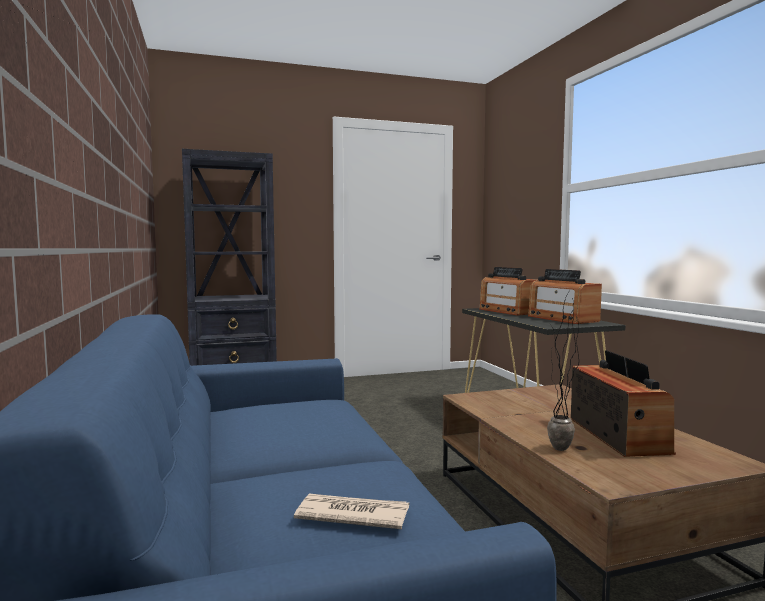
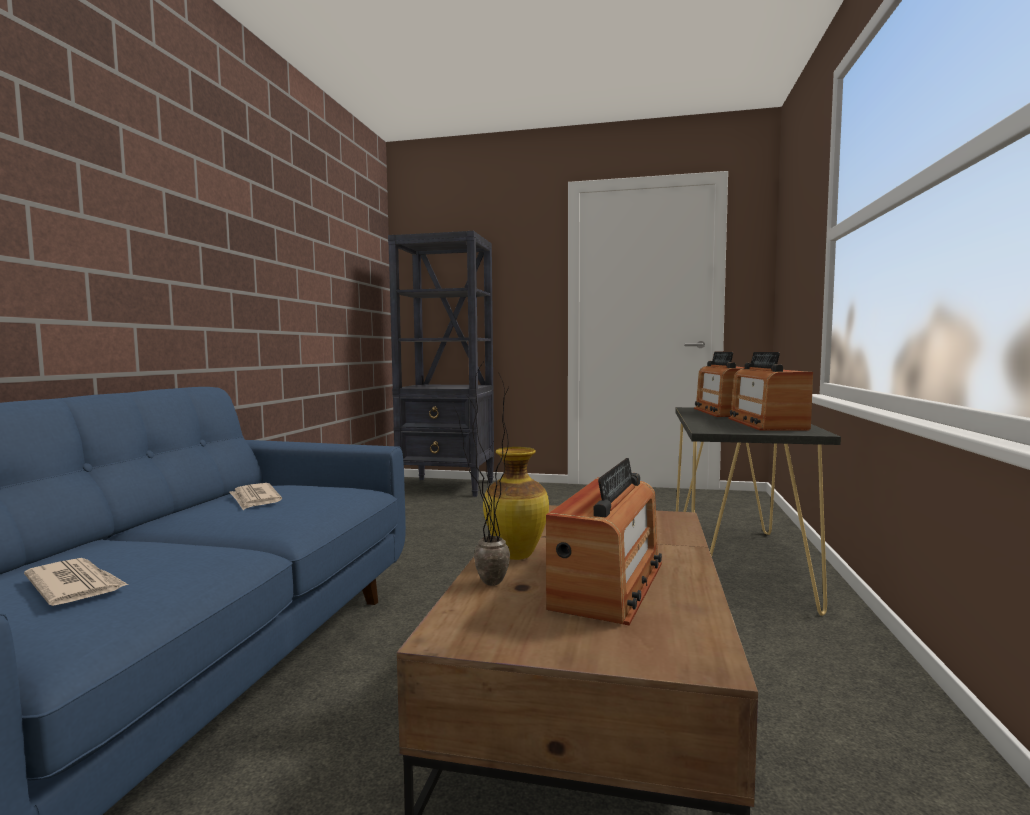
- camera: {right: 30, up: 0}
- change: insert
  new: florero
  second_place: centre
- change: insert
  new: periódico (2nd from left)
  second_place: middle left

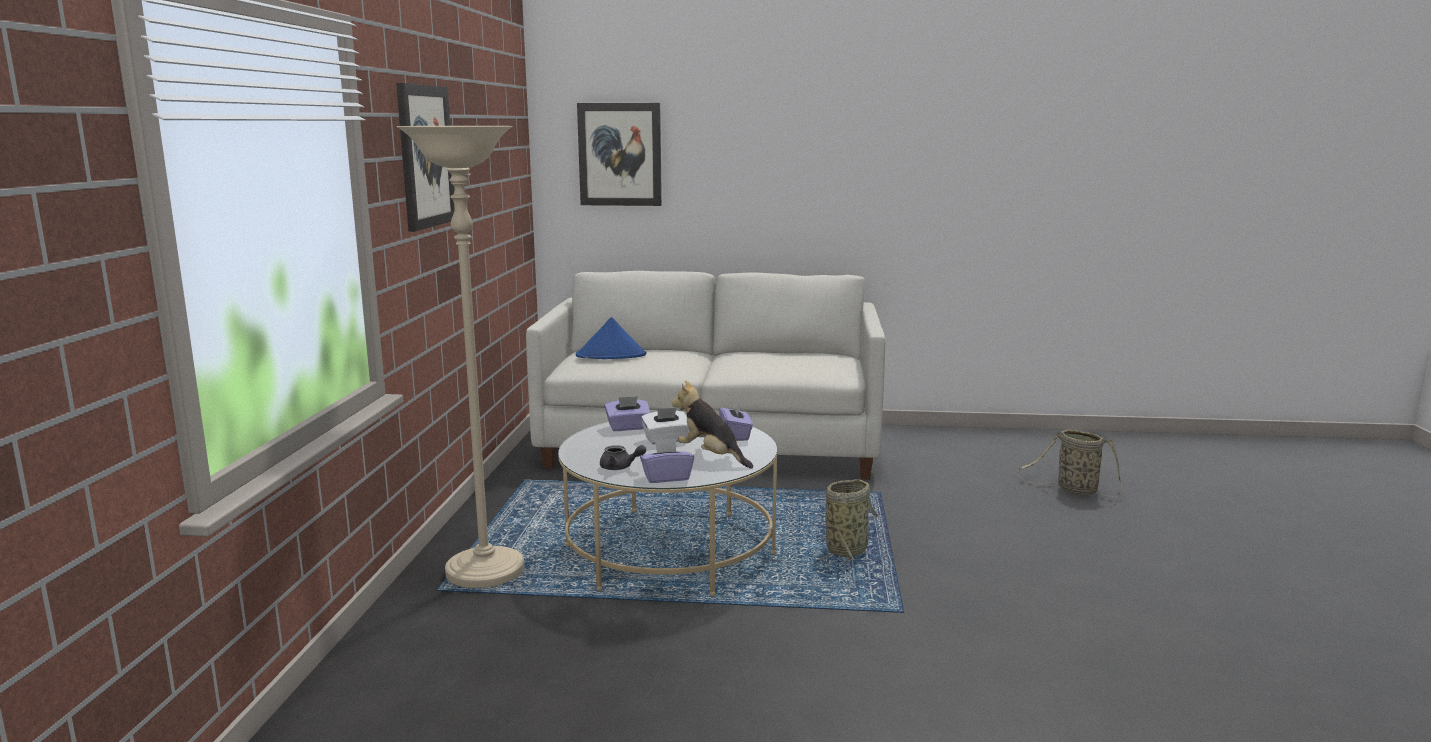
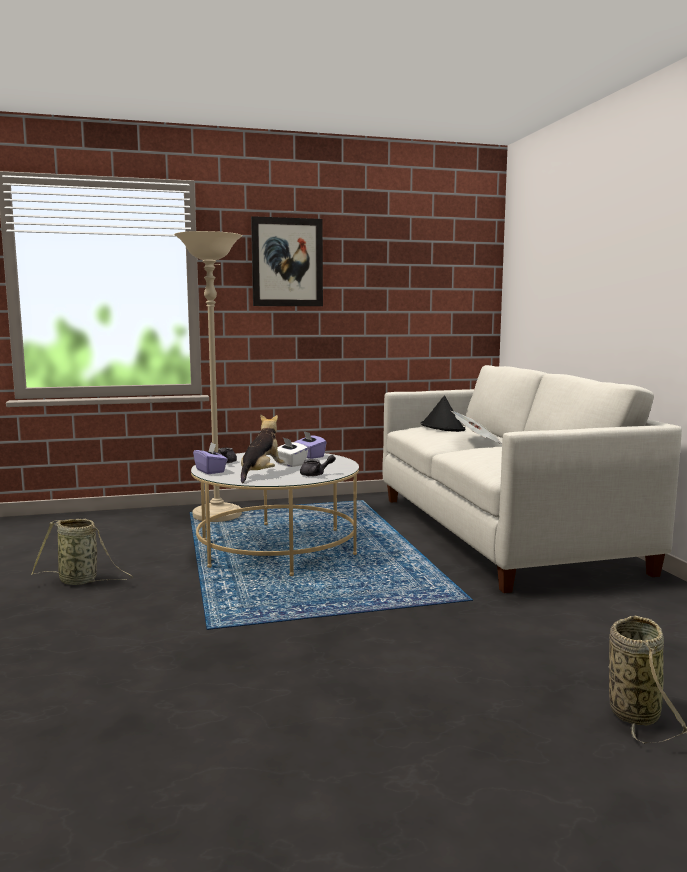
- camera: {right: 70, up: -5}
- change: delete
  old: cuadro (2nd from left)
  first_place: top centre
- change: recolor
  old: sombrero/azul
  new: sombrero/negro
  first_place: centre
  second_place: centre
- change: replace
  old: caja de pañuelos/morado (3rd from left)
  new: tetera/gris (2nd from left)
  first_place: centre
  second_place: centre
- change: move
  old: cesta (1st from left)
  first_place: bottom centre
  second_place: middle left
- change: insert
  new: periódico
  second_place: middle right

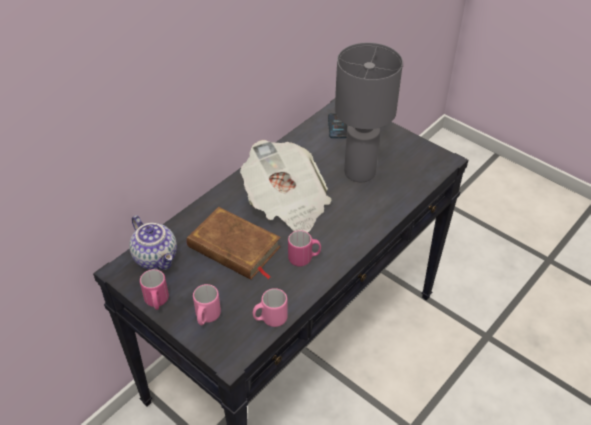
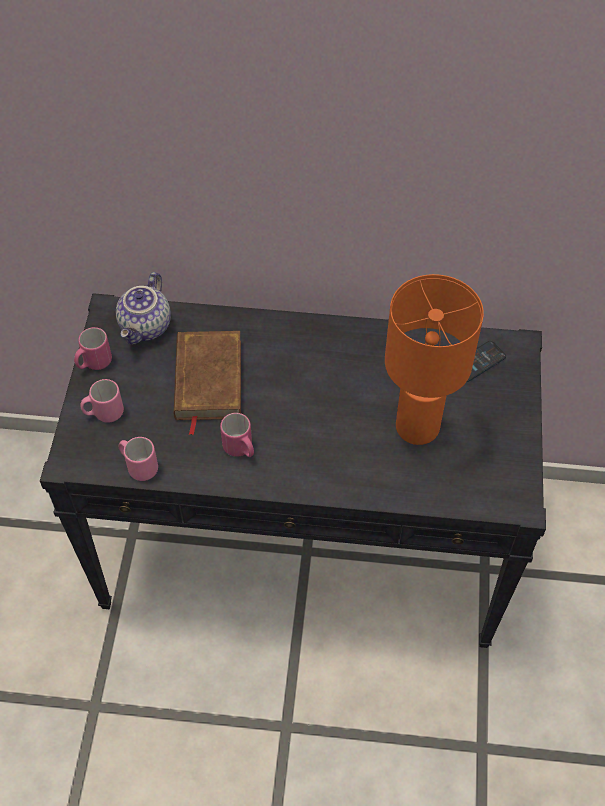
- camera: {right: 55, up: 10}
- change: recolor
  old: lámpara de mesa/gris
  new: lámpara de mesa/naranja
  first_place: top centre
  second_place: middle right
- change: delete
  old: periódico
  first_place: centre

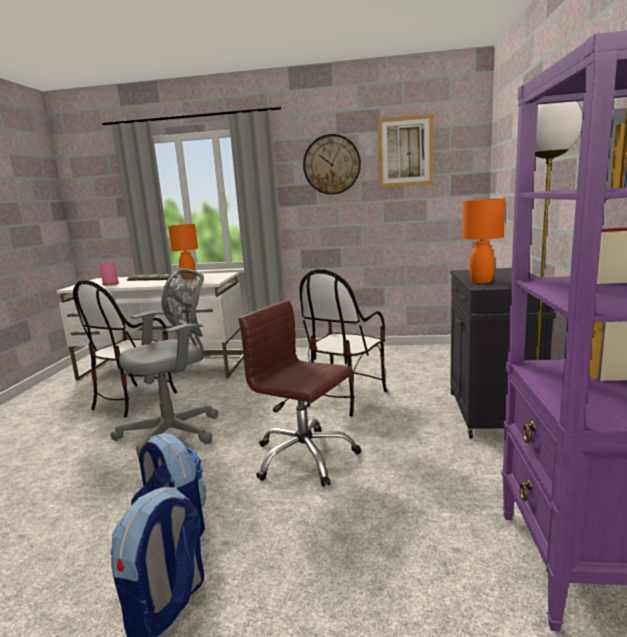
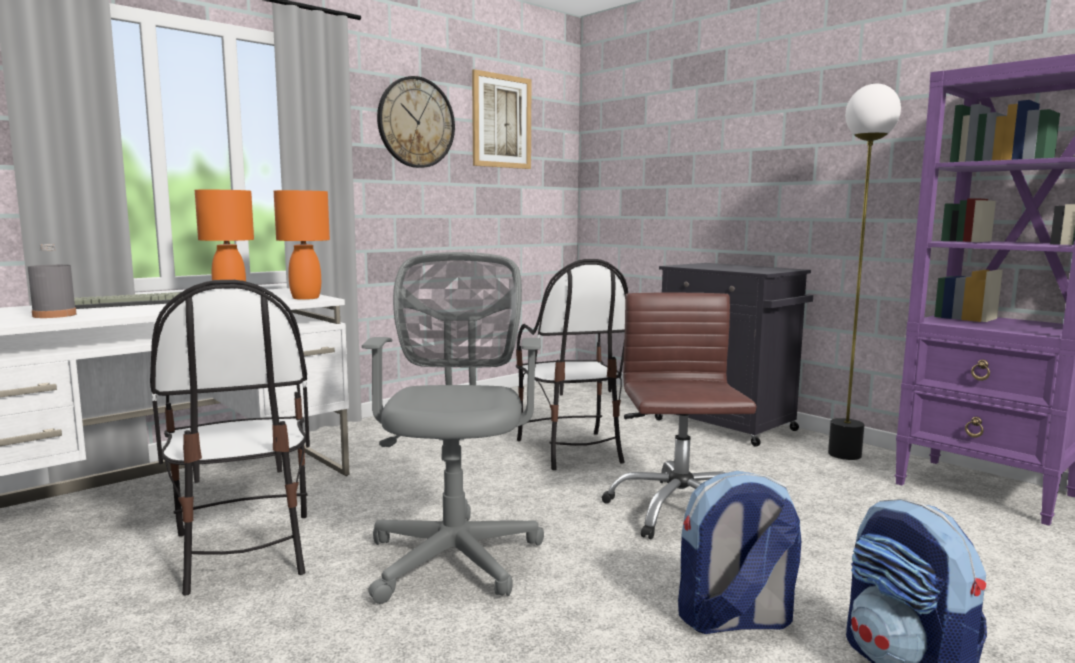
- camera: {right: -50, up: -5}
- change: move
  old: lámpara de mesa/naranja (2nd from left)
  first_place: middle right
  second_place: middle left
- change: recolor
  old: botella/rosa
  new: botella/gris
  first_place: middle left
  second_place: middle left
- change: rotate
  old: silla de oficina/marrón
  first_place: centre
  second_place: centre
  degrees: 105

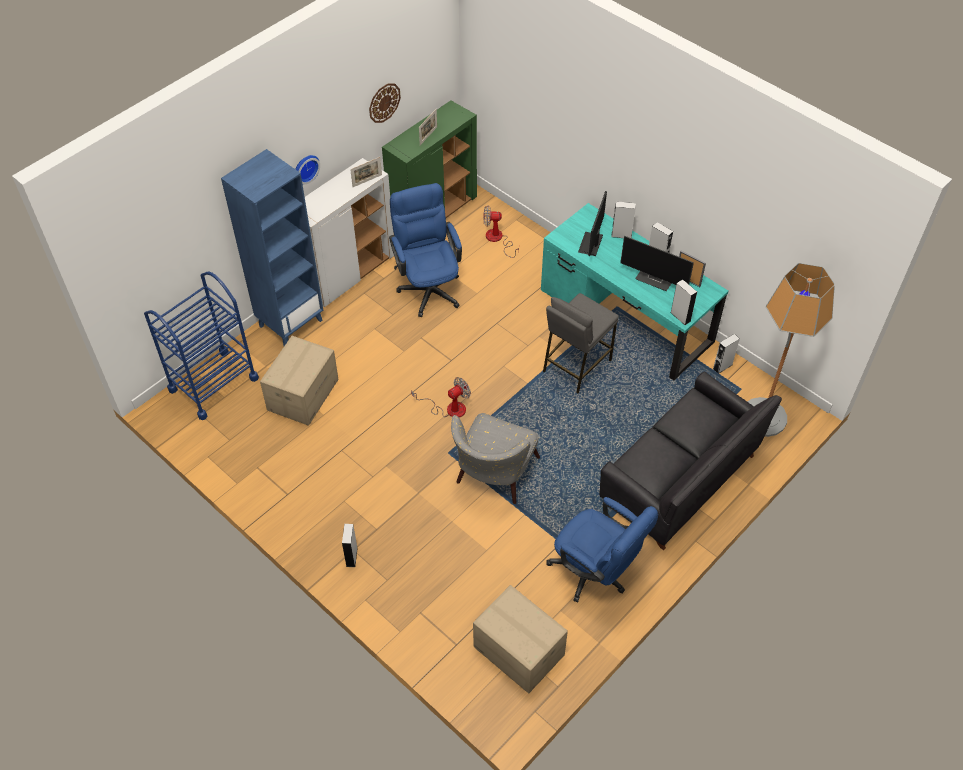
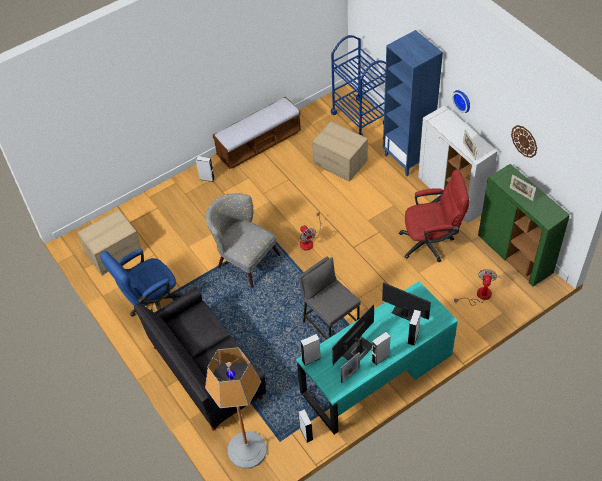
- camera: {right: 105, up: 0}
- change: recolor
  old: silla de oficina/azul (1st from left)
  new: silla de oficina/rojo
  first_place: top centre
  second_place: middle right
- change: insert
  new: banco
  second_place: top centre

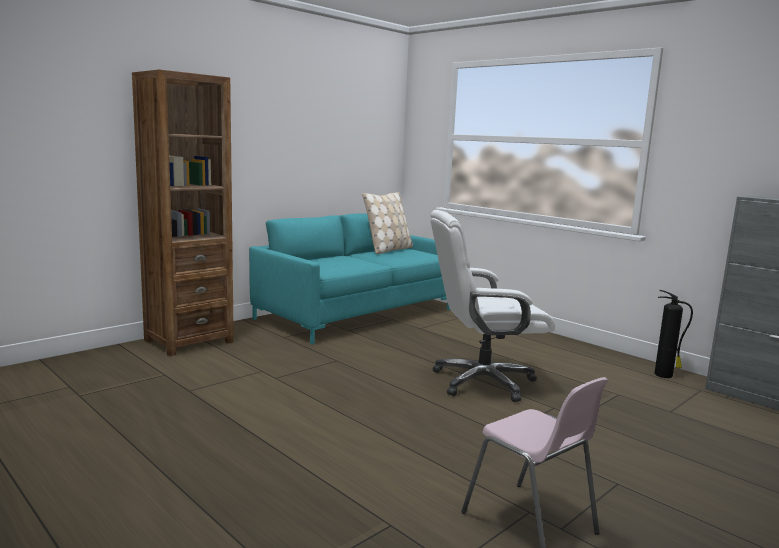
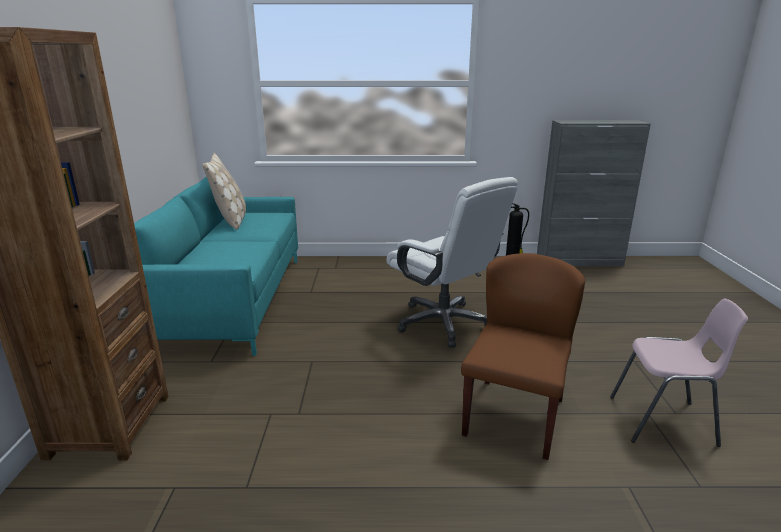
- camera: {right: -45, up: 10}
- change: rotate
  old: silla de oficina/blanco
  first_place: centre
  second_place: centre
  degrees: -75
- change: insert
  new: silla/marrón
  second_place: bottom right

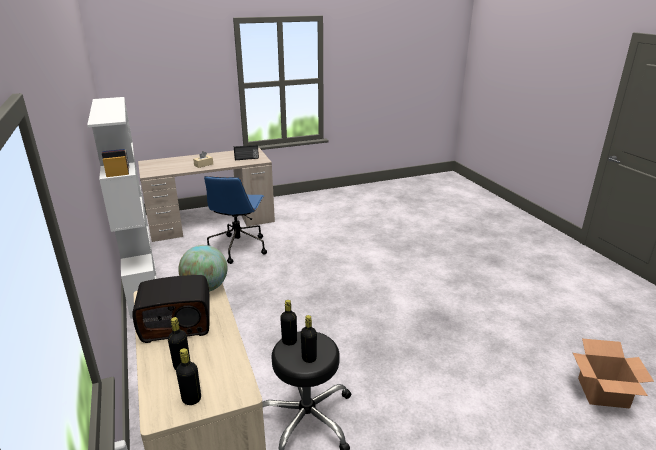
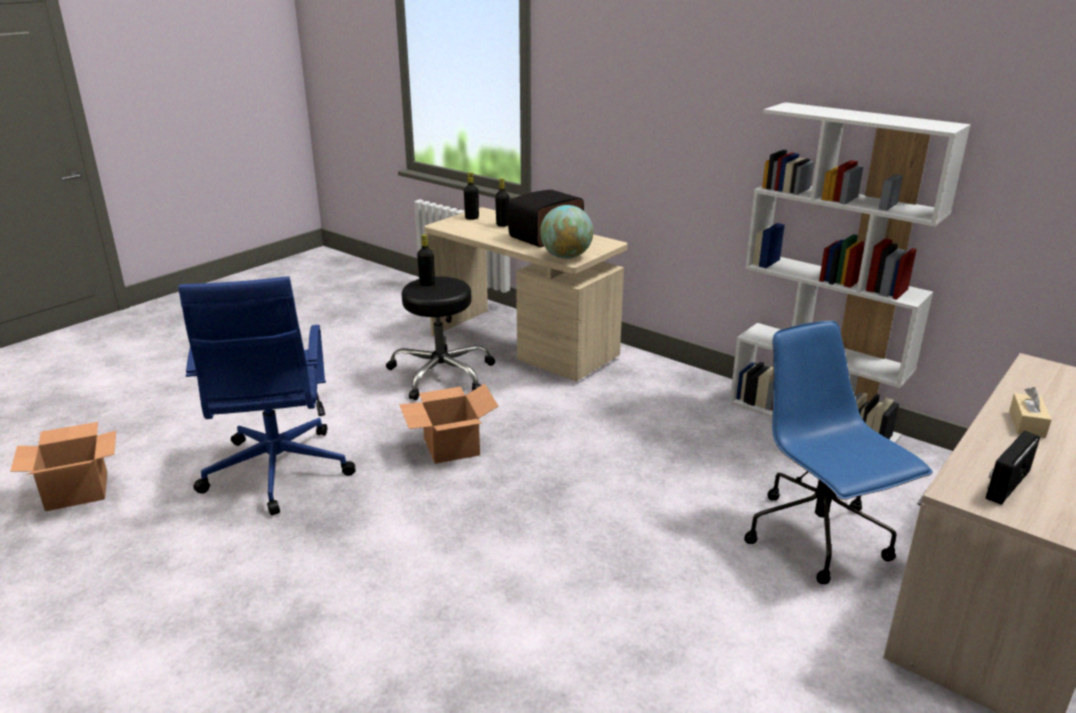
- camera: {right: 150, up: 0}
- change: delete
  old: botella/negro (3rd from left)
  first_place: bottom centre
- change: insert
  new: silla de oficina/azul (1st from left)
  second_place: middle left
- change: insert
  new: caja de cartón (2nd from left)
  second_place: centre

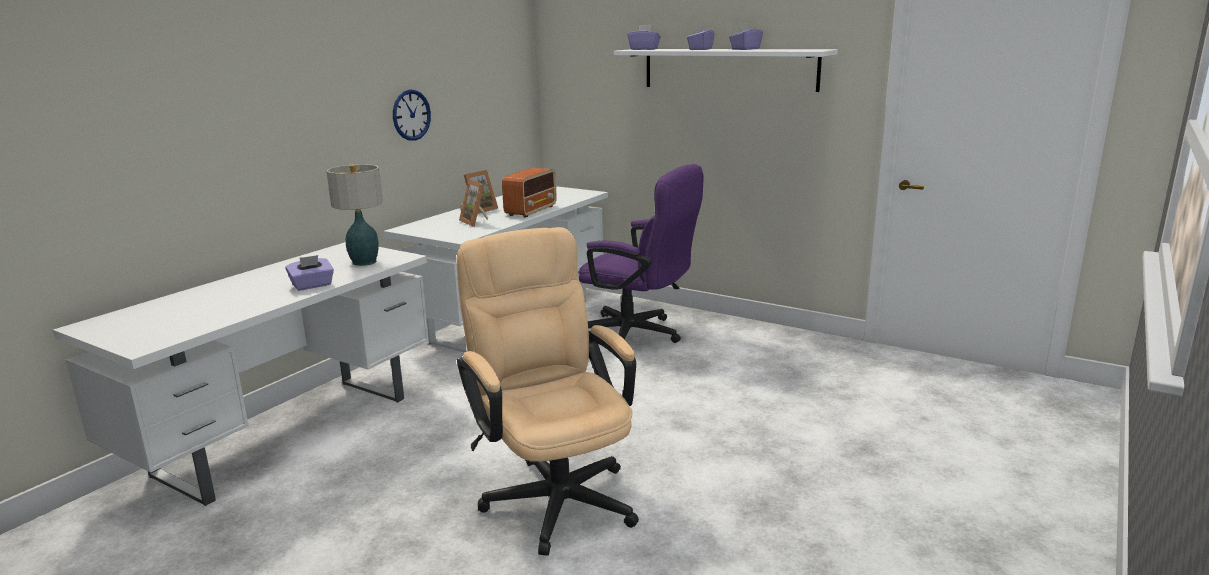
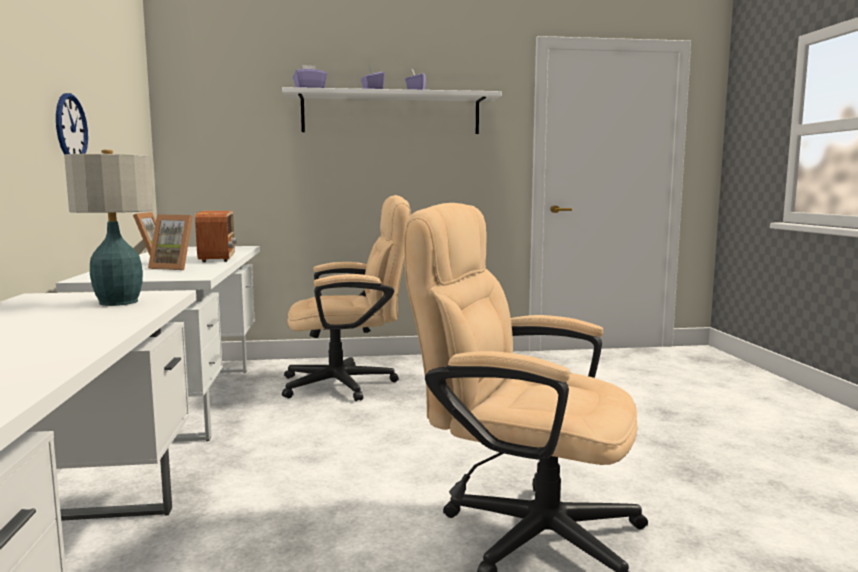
- camera: {right: -40, up: -10}
- change: recolor
  old: silla de oficina/morado
  new: silla de oficina/beis (1st from left)
  first_place: centre
  second_place: centre
- change: delete
  old: caja de pañuelos/morado (1st from left)
  first_place: middle left

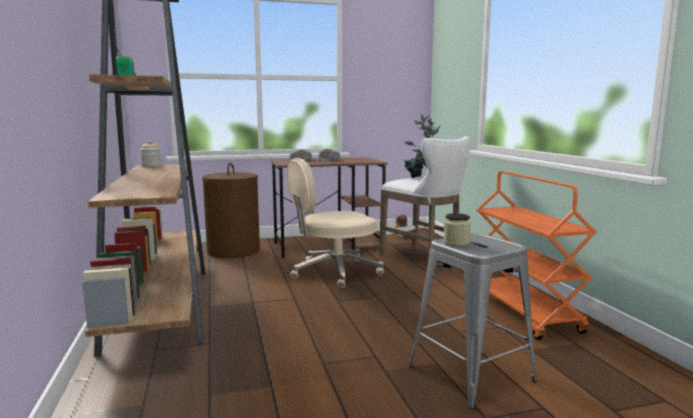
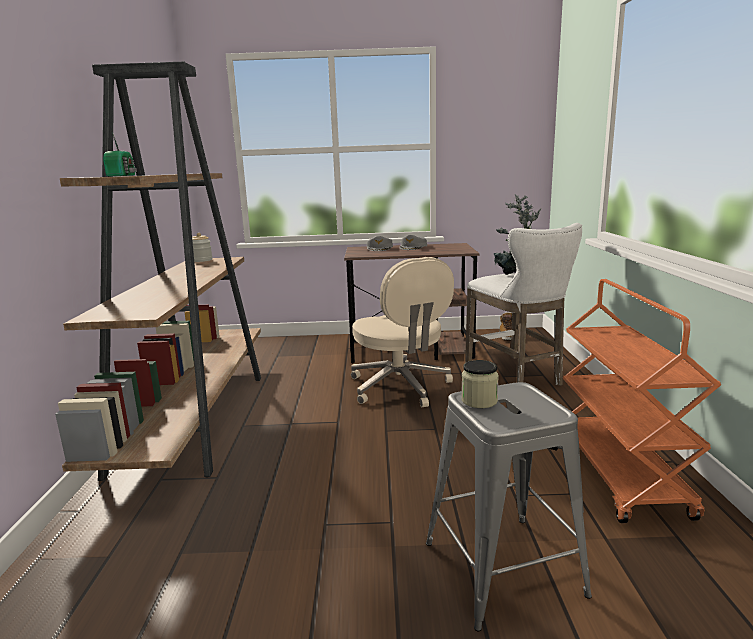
- camera: {right: 15, up: 5}
- change: rotate
  old: silla de oficina/beis
  first_place: centre
  second_place: centre
  degrees: -105
- change: delete
  old: cesto de la ropa/marrón
  first_place: centre

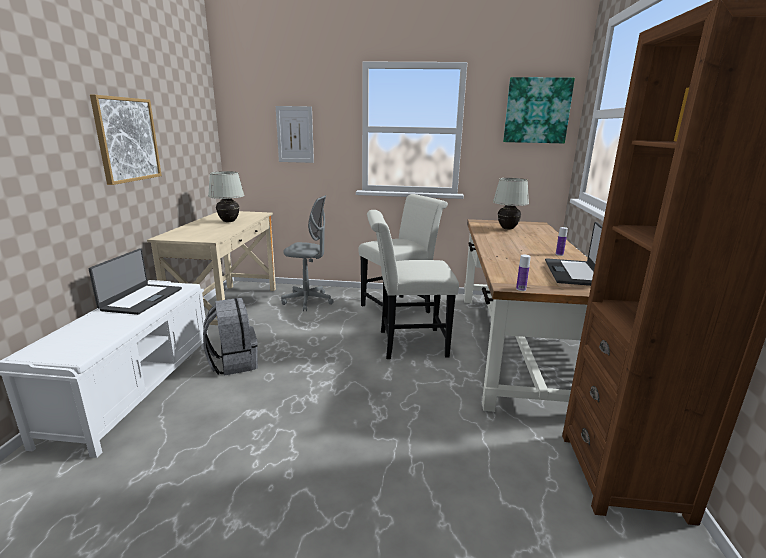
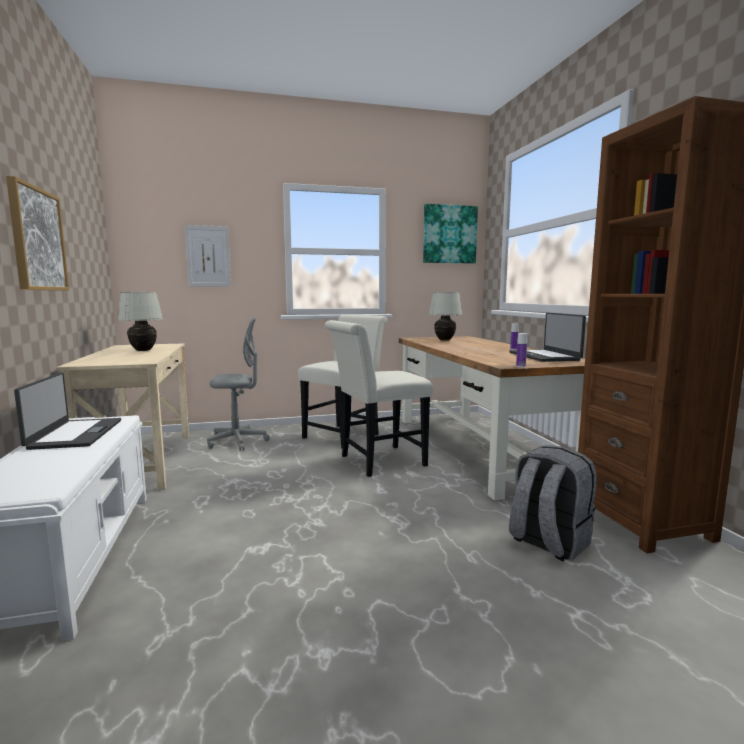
- camera: {right: -20, up: -10}
- change: move
  old: mochila/gris
  first_place: middle left
  second_place: bottom right

